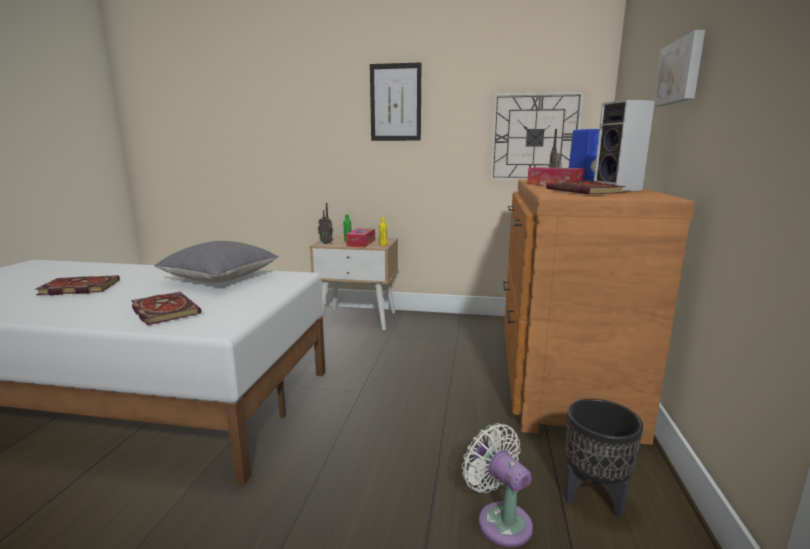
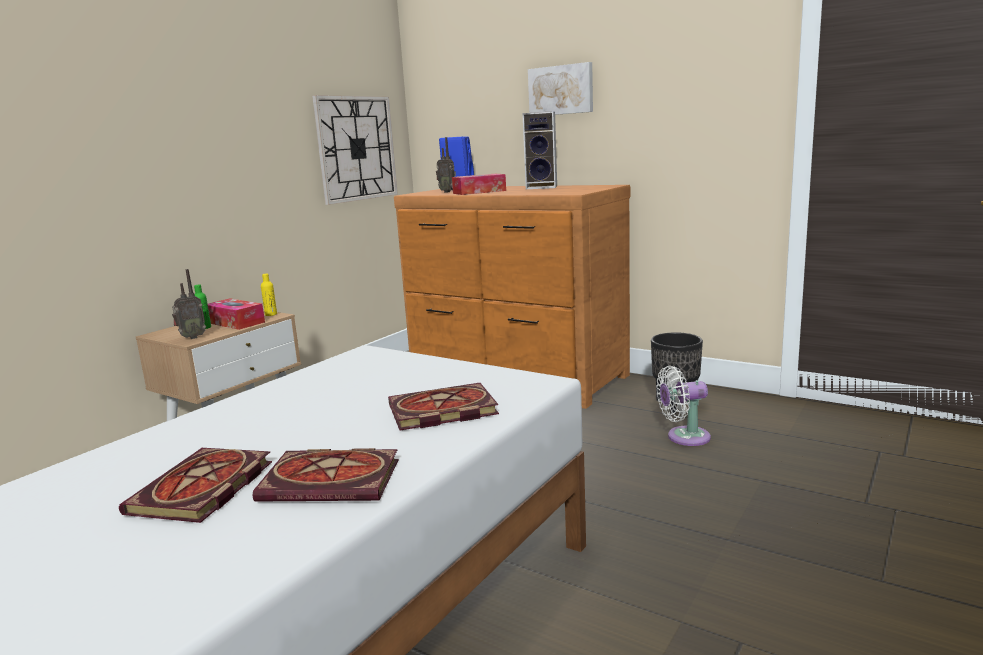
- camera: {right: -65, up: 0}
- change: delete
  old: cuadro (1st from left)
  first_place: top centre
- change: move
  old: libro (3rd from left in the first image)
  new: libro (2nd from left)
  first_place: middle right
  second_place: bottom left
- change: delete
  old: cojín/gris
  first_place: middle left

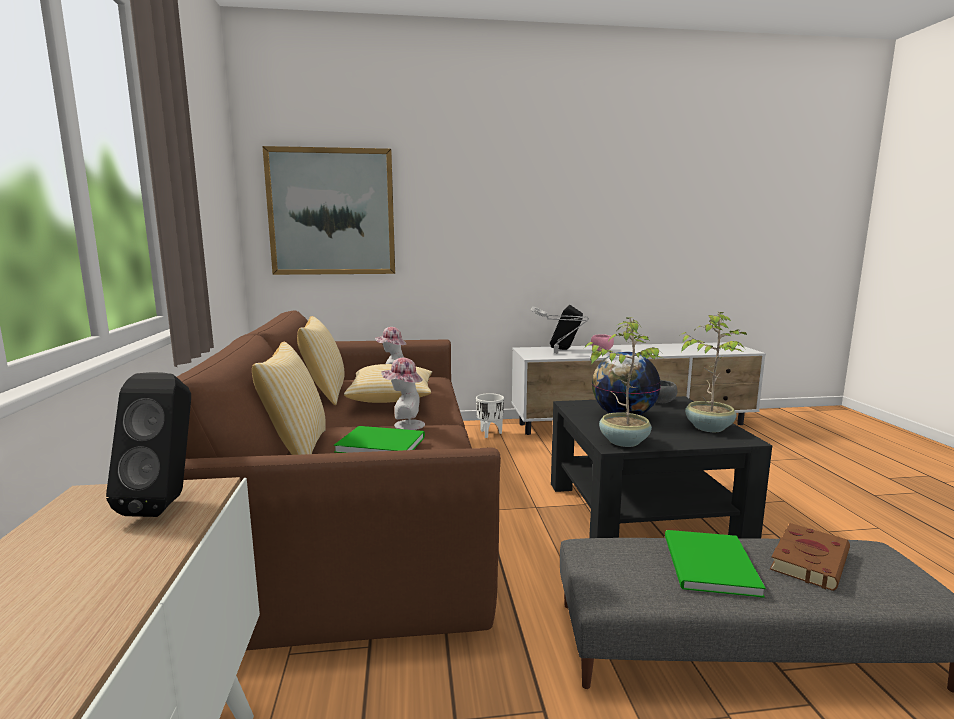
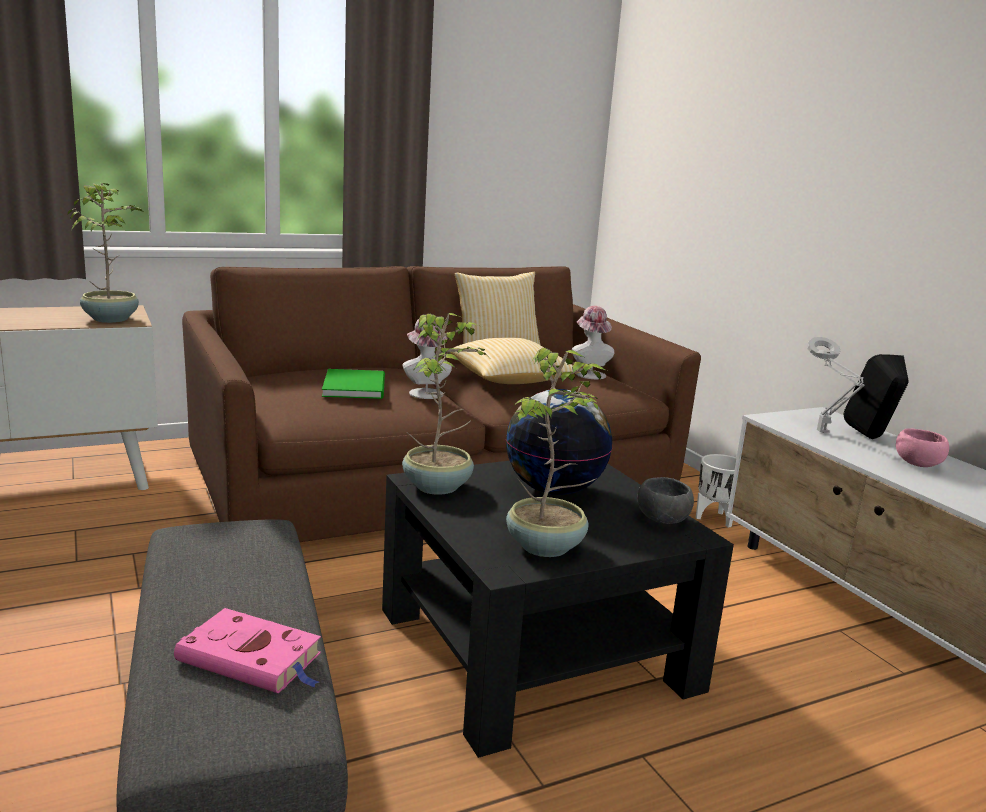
- camera: {right: 70, up: 5}
- change: delete
  old: cuadro
  first_place: top centre
- change: delete
  old: cojín (1st from left)
  first_place: middle left
- change: replace
  old: altavoz/negro (1st from left)
  new: planta en maceta (1st from left)
  first_place: middle left
  second_place: top left
- change: recolor
  old: libro/marrón
  new: libro/rosa
  first_place: bottom right
  second_place: bottom left
- change: delete
  old: libro/verde (2nd from left)
  first_place: bottom right

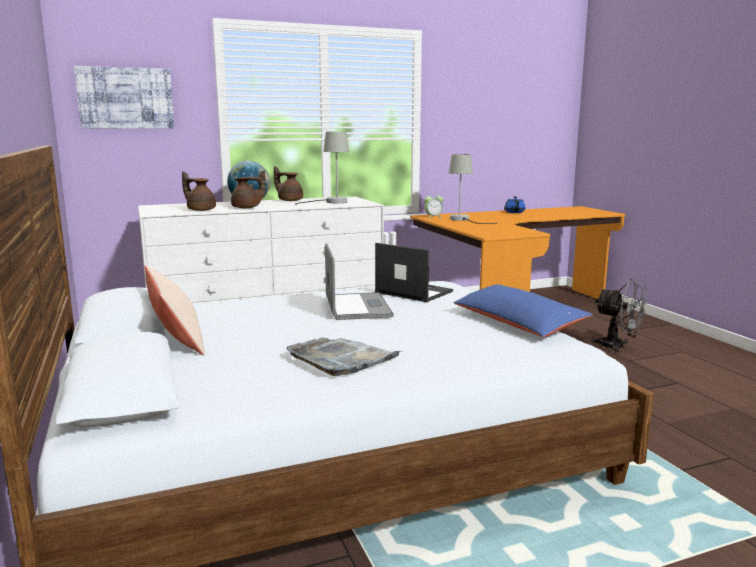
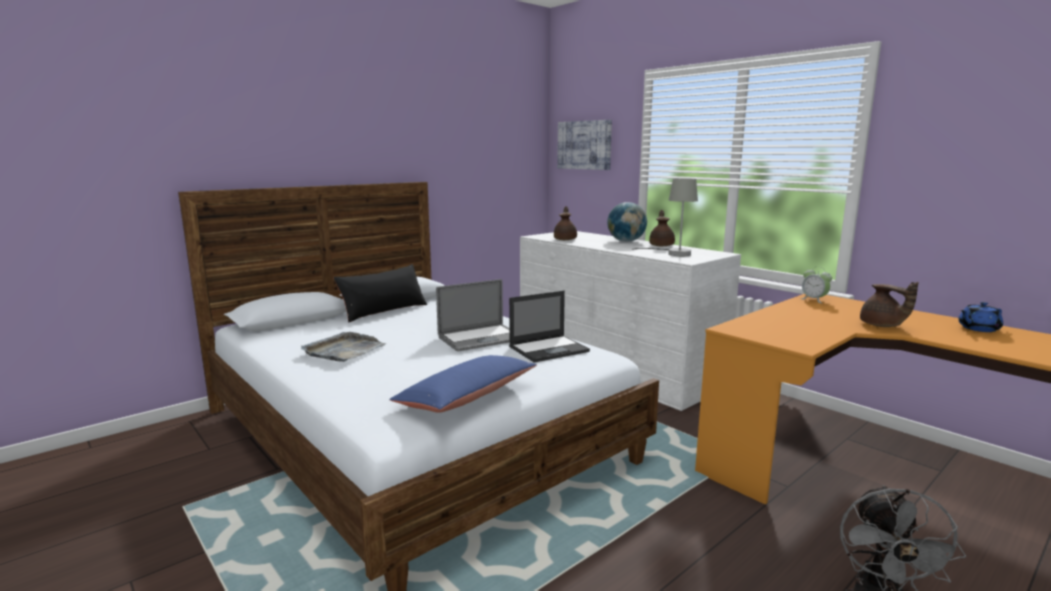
- camera: {right: 70, up: 0}
- change: delete
  old: lámpara de mesa/gris (2nd from left)
  first_place: centre
- change: move
  old: tetera/marrón (2nd from left in the first image)
  new: tetera/marrón (3rd from left)
  first_place: middle left
  second_place: middle right
- change: rotate
  old: portátil (2nd from left)
  first_place: centre
  second_place: centre
  degrees: 45
- change: recolor
  old: cojín/beis
  new: cojín/negro
  first_place: middle left
  second_place: centre

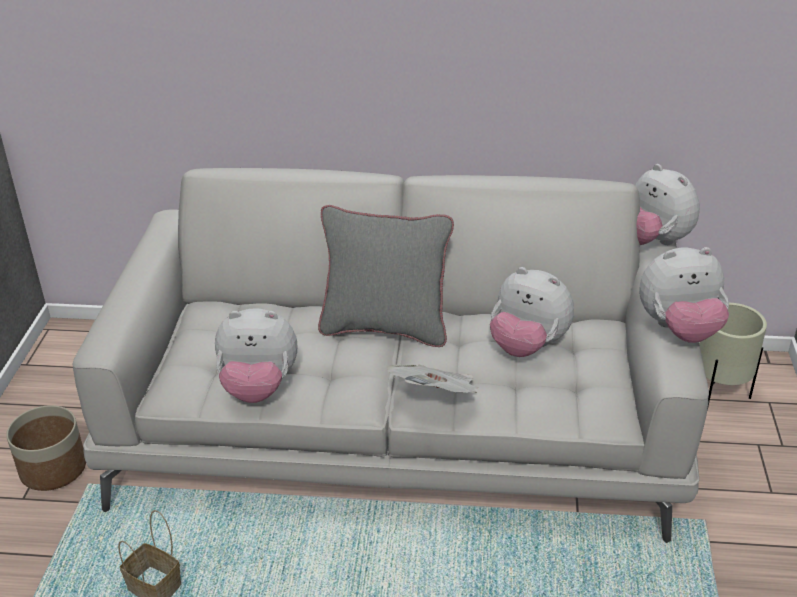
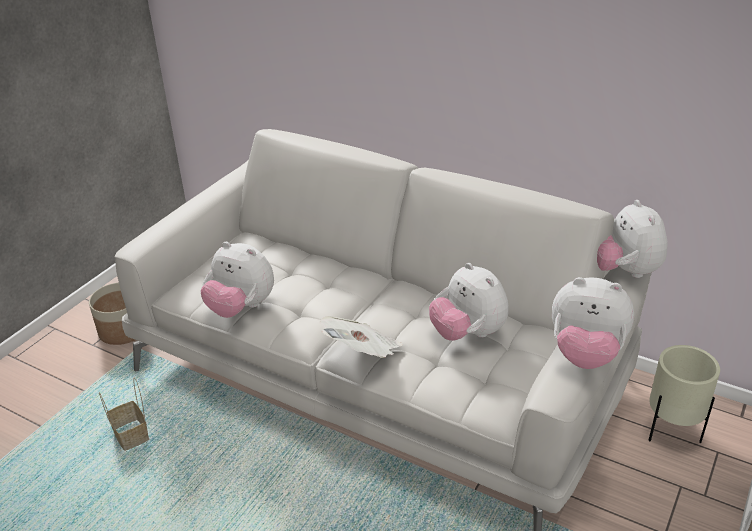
- camera: {right: 25, up: 0}
- change: delete
  old: cojín/gris
  first_place: centre

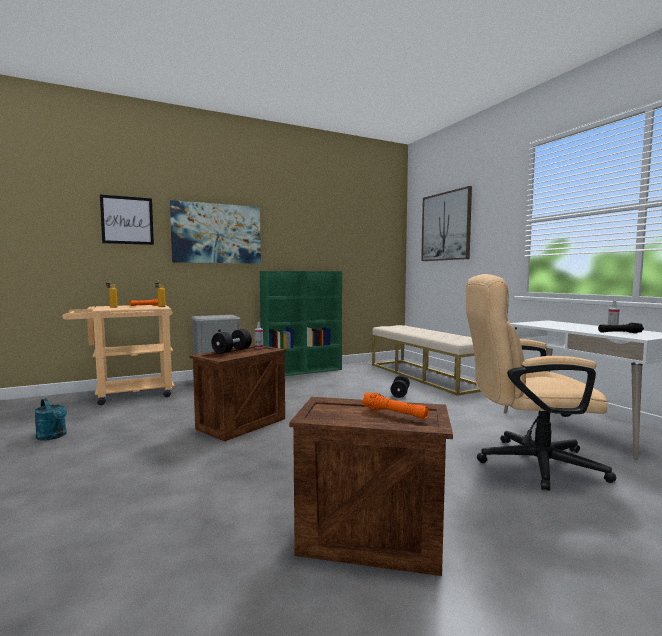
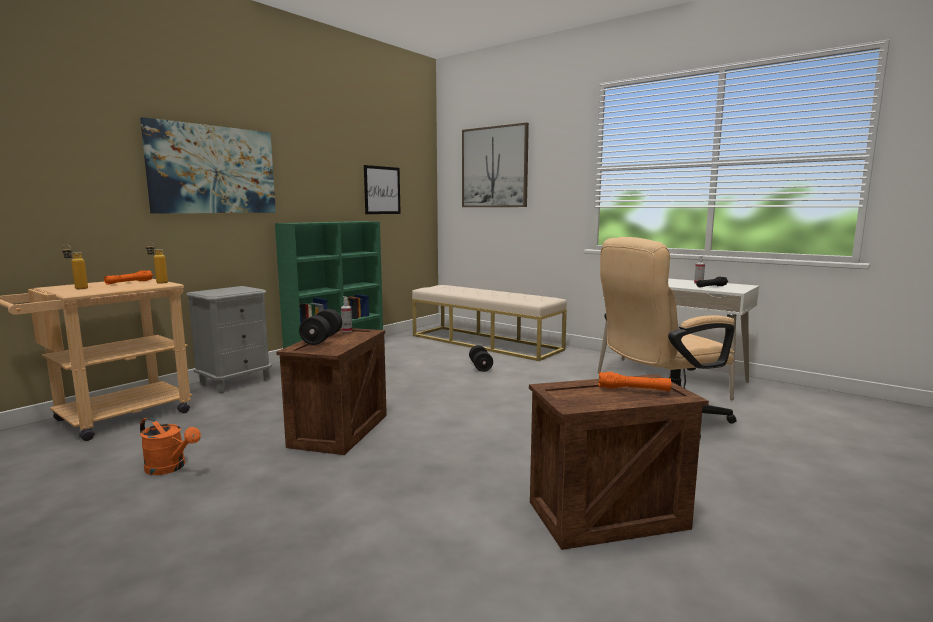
- camera: {right: -25, up: 5}
- change: move
  old: cuadro (1st from left in the first image)
  new: cuadro (2nd from left)
  first_place: middle left
  second_place: top centre
- change: delete
  old: regadera/turquesa
  first_place: middle left
- change: insert
  new: regadera/naranja
  second_place: bottom left

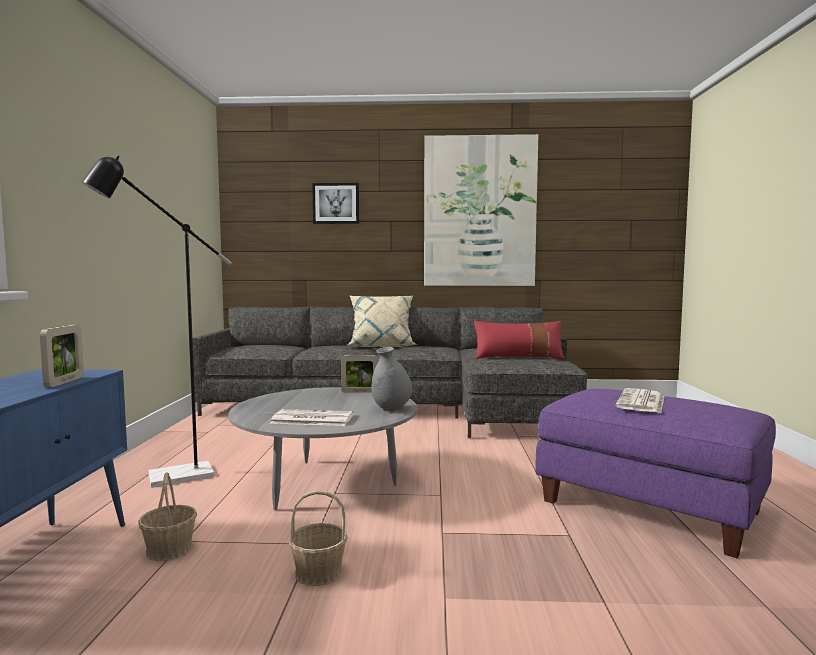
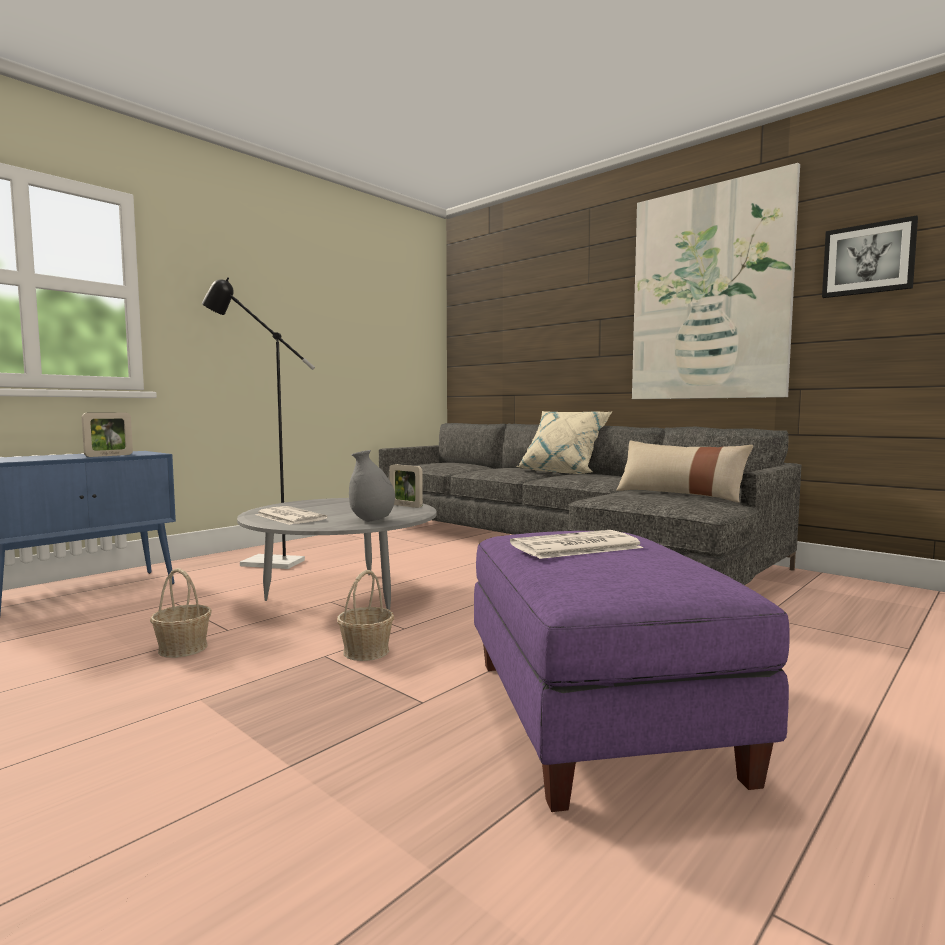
- camera: {right: 40, up: 0}
- change: move
  old: cuadro (1st from left in the first image)
  new: cuadro (2nd from left)
  first_place: top centre
  second_place: top right
- change: recolor
  old: cojín/rojo
  new: cojín/beis (2nd from left)
  first_place: centre
  second_place: middle right
- change: move
  old: cesta (1st from left in the first image)
  new: cesta (2nd from left)
  first_place: bottom left
  second_place: centre

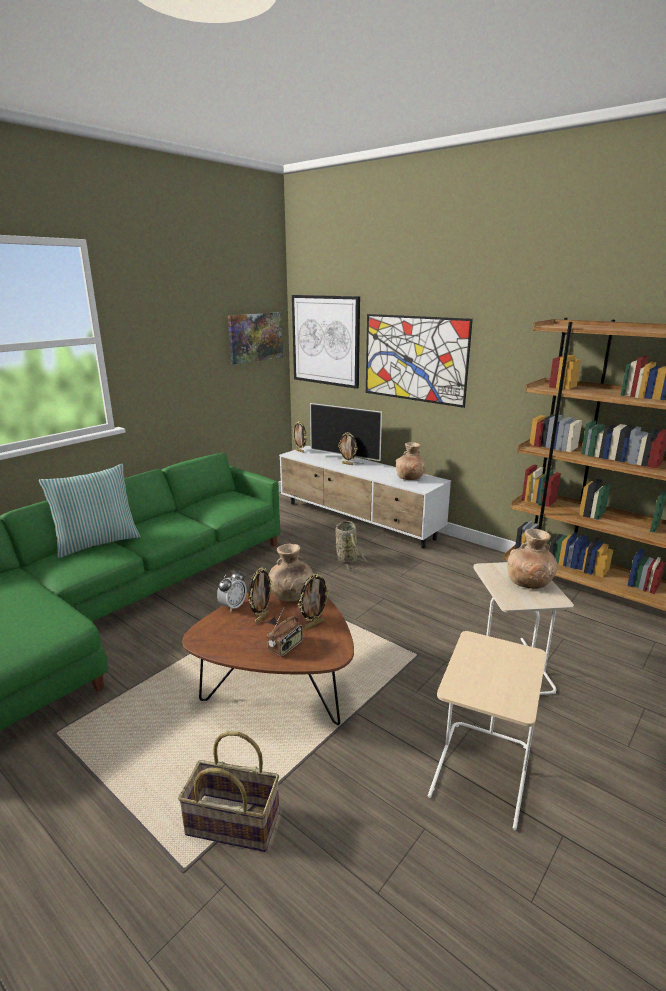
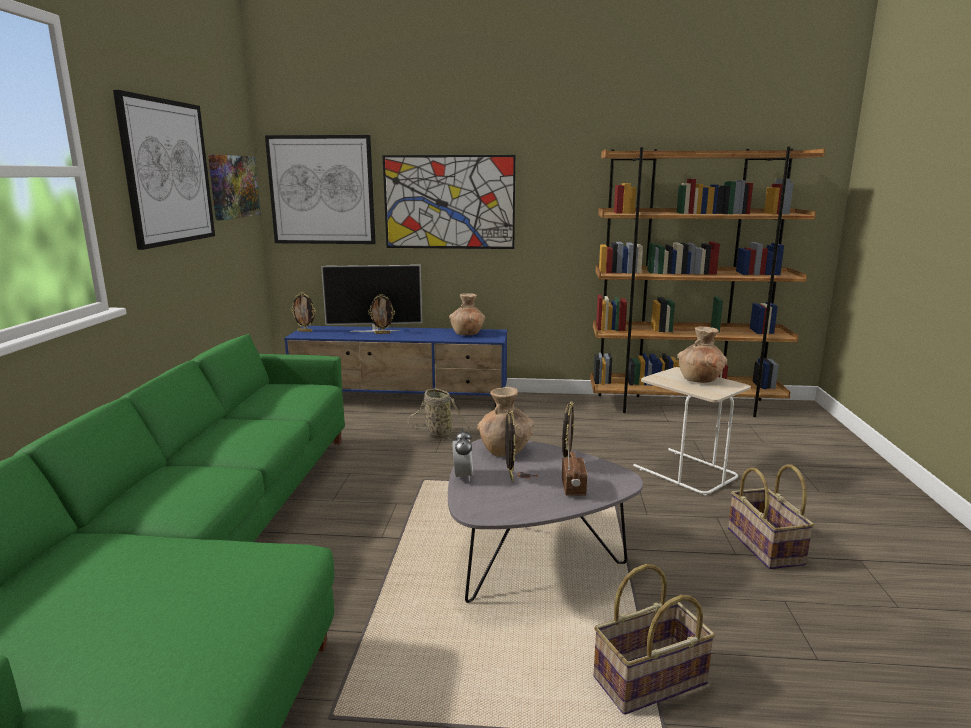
- camera: {right: -35, up: -5}
- change: recolor
  old: mueble de televisión/blanco
  new: mueble de televisión/azul
  first_place: centre
  second_place: centre
- change: delete
  old: cojín
  first_place: middle left
- change: recolor
  old: mesa de centro/marrón
  new: mesa de centro/gris
  first_place: centre
  second_place: bottom centre
- change: replace
  old: mesa auxiliar/beis (1st from left)
  new: cesta (3rd from left)
  first_place: bottom right
  second_place: bottom right
- change: insert
  new: cuadro (1st from left)
  second_place: top left

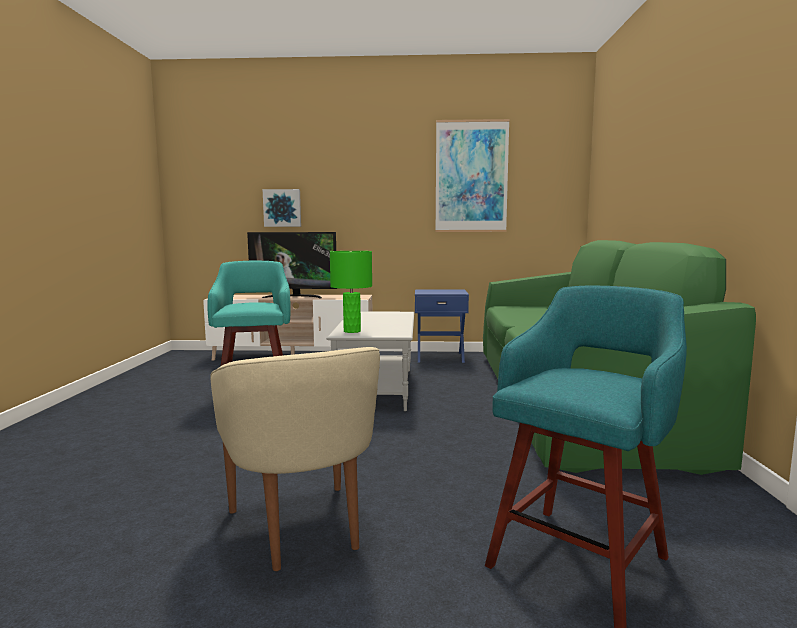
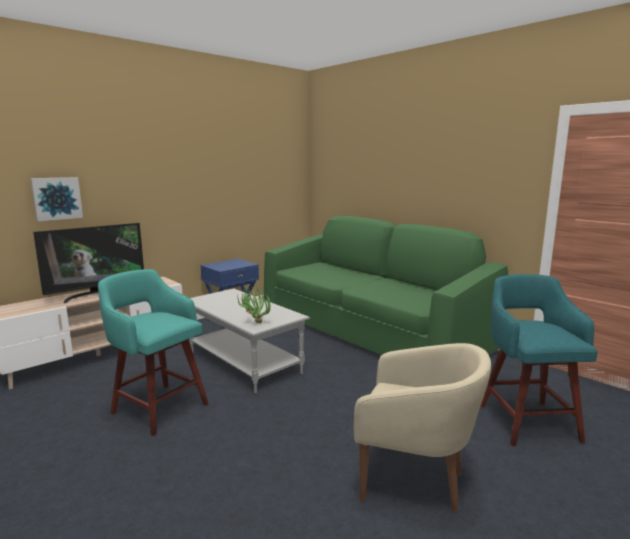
- camera: {right: -45, up: 5}
- change: delete
  old: cuadro (2nd from left)
  first_place: top centre
- change: replace
  old: lámpara de mesa/verde
  new: planta en maceta
  first_place: centre
  second_place: centre

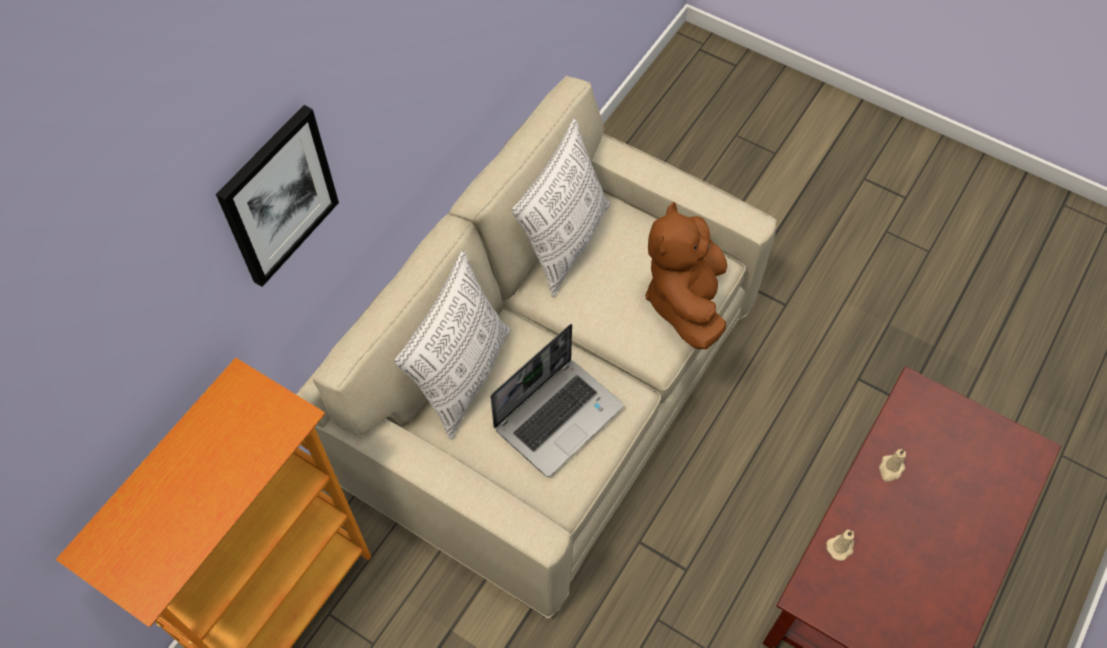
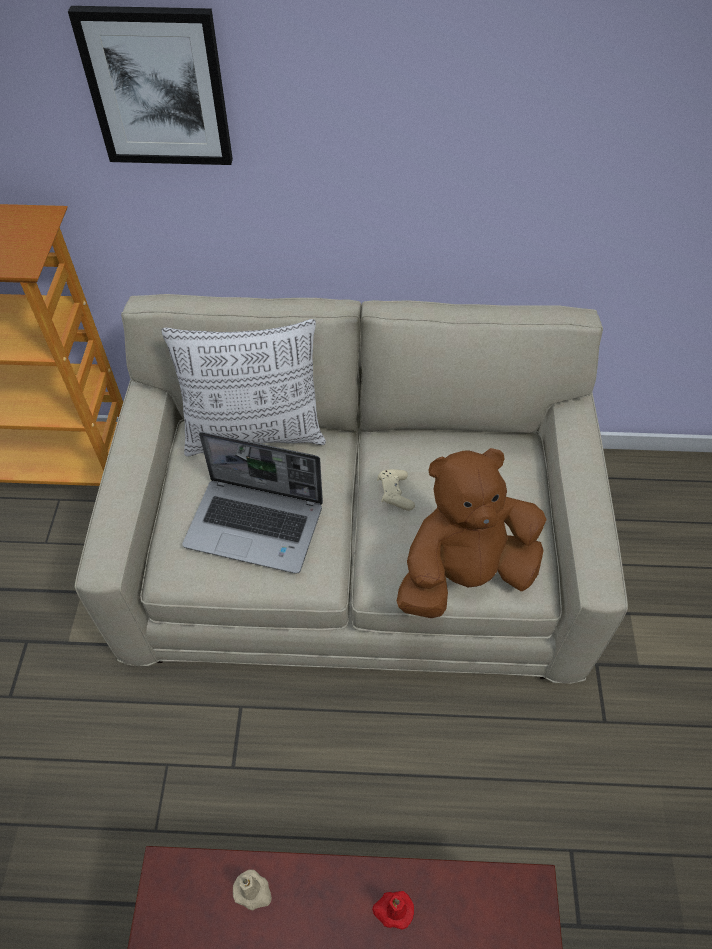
- camera: {right: 60, up: -5}
- change: delete
  old: cojín (2nd from left)
  first_place: top centre
- change: recolor
  old: vela/beis (2nd from left)
  new: vela/rojo
  first_place: bottom right
  second_place: bottom centre
- change: insert
  new: mando de consola/beis
  second_place: centre

